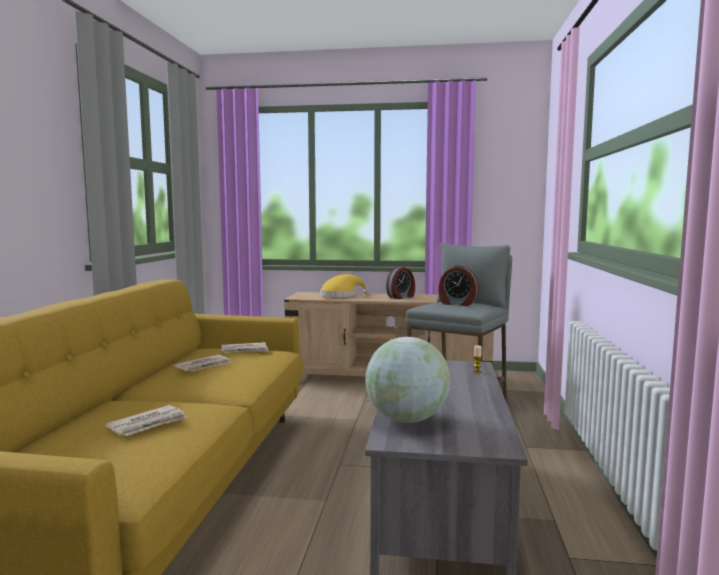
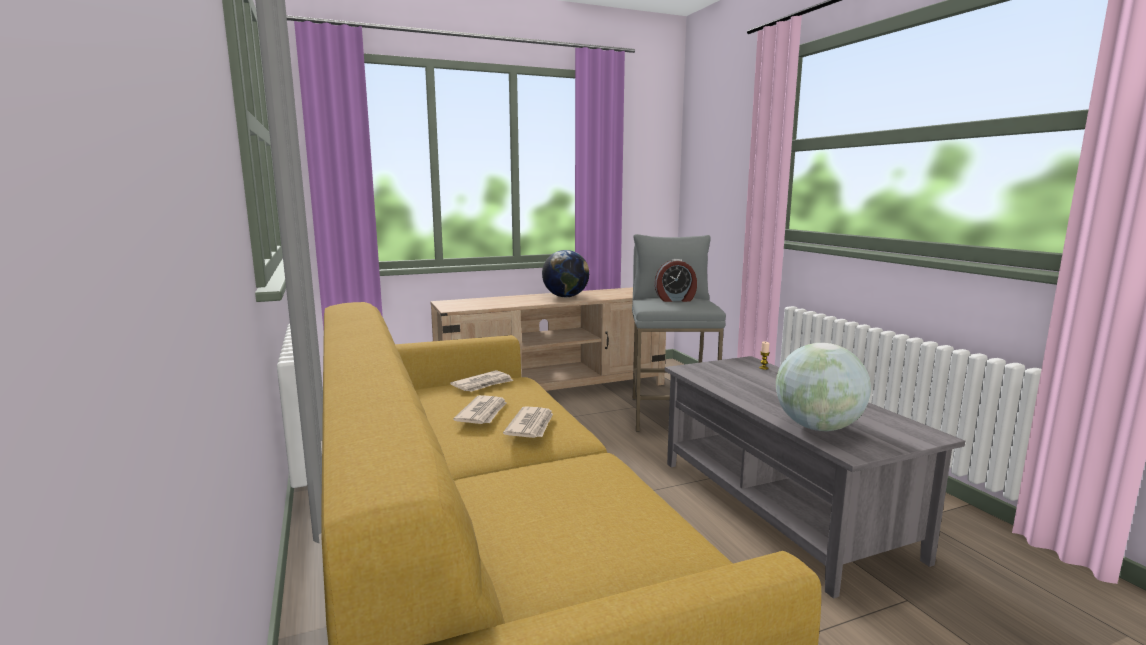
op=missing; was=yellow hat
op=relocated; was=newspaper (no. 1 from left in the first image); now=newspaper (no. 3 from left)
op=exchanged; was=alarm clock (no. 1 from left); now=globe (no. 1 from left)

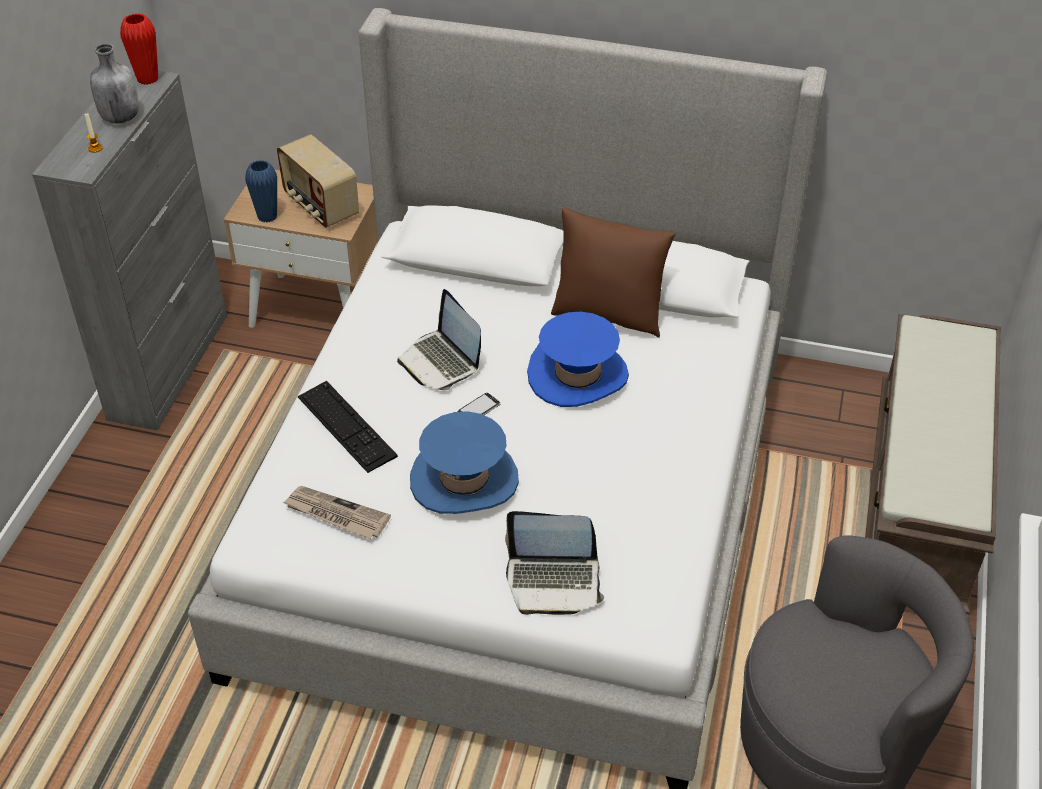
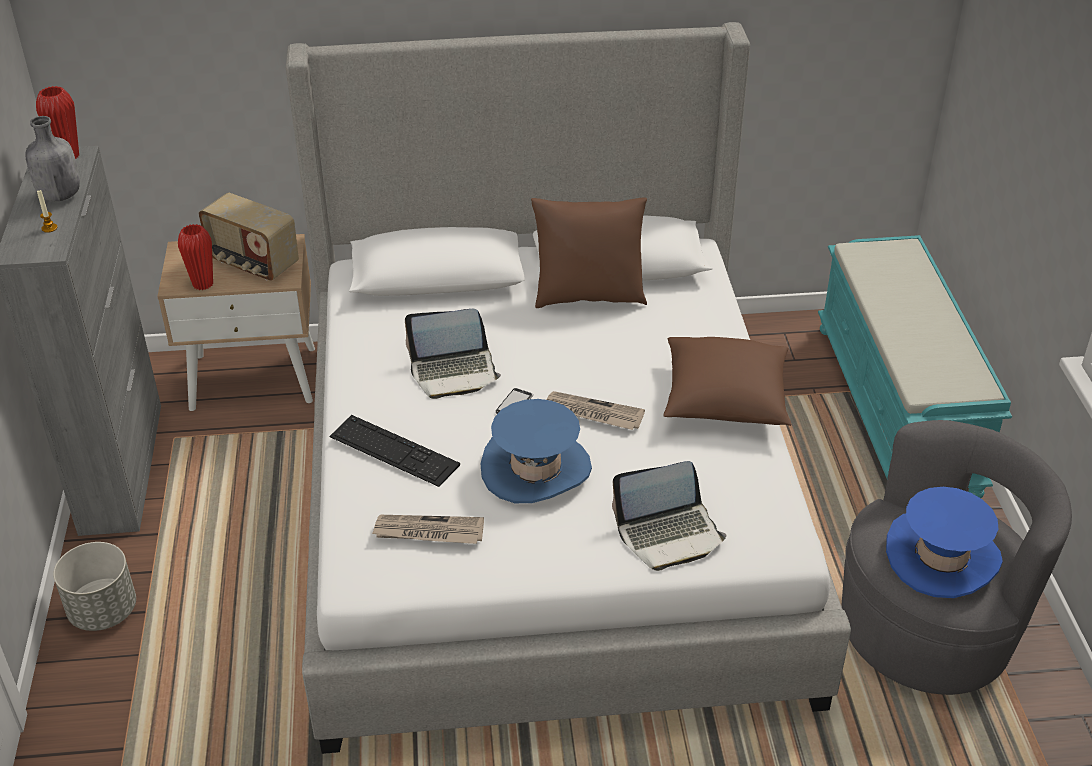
op=appeared; now=grey planter
op=appeared; now=newspaper (no. 2 from left)
op=appeared; now=brown pillow (no. 2 from left)
op=relocated; was=blue hat (no. 2 from left)
op=colour; was=blue vase; now=red vase (no. 2 from left)
op=colour; was=brown bench; now=turquoise bench
op=spun; was=laptop (no. 1 from left); clockwise=-45

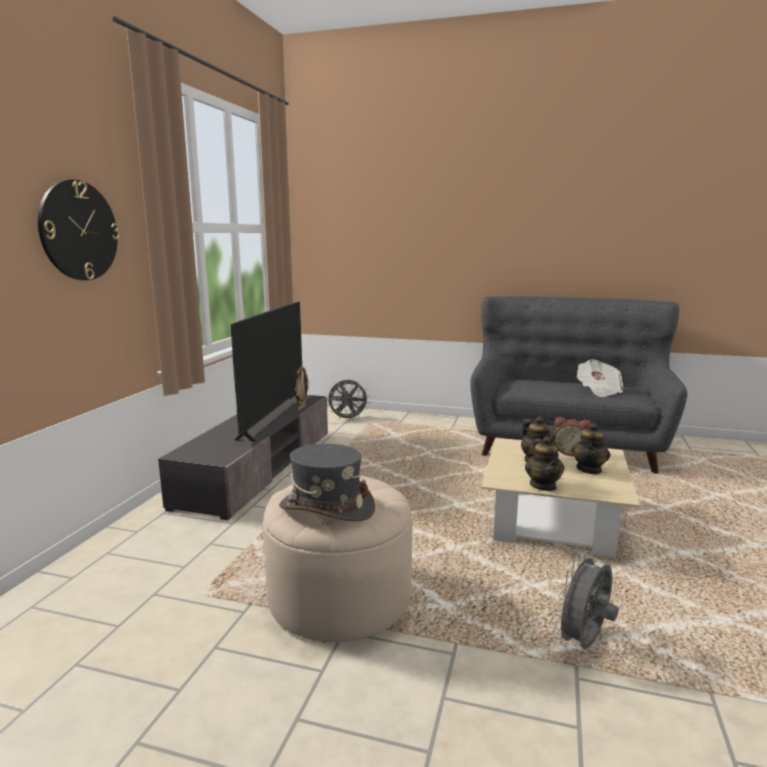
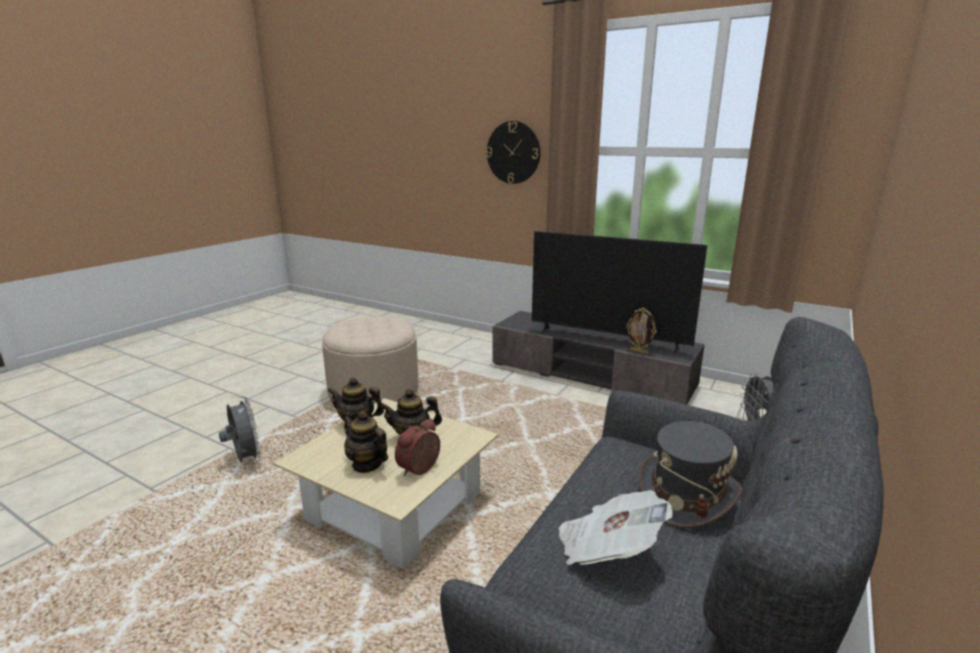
op=relocated; was=grey hat

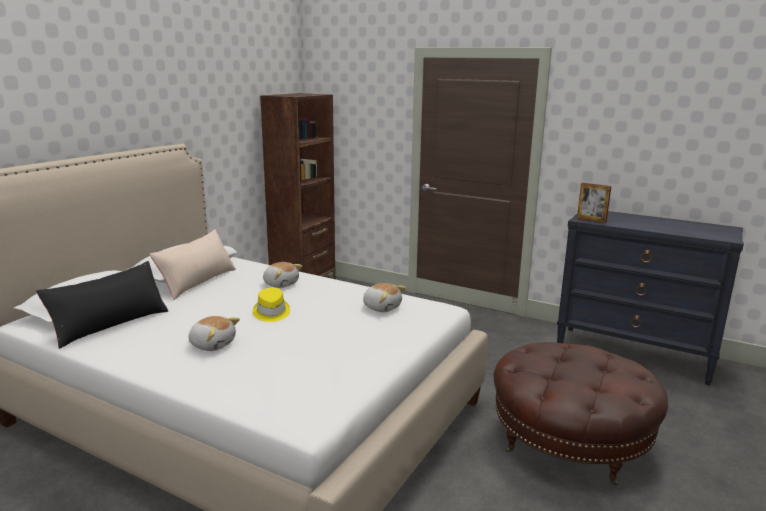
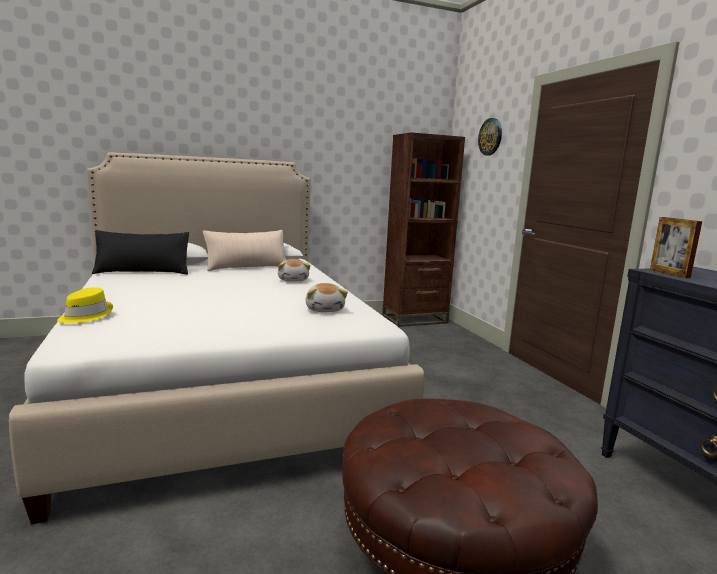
op=missing; was=plush toy (no. 1 from left)
op=appeared; now=wall clock
op=relocated; was=yellow hat

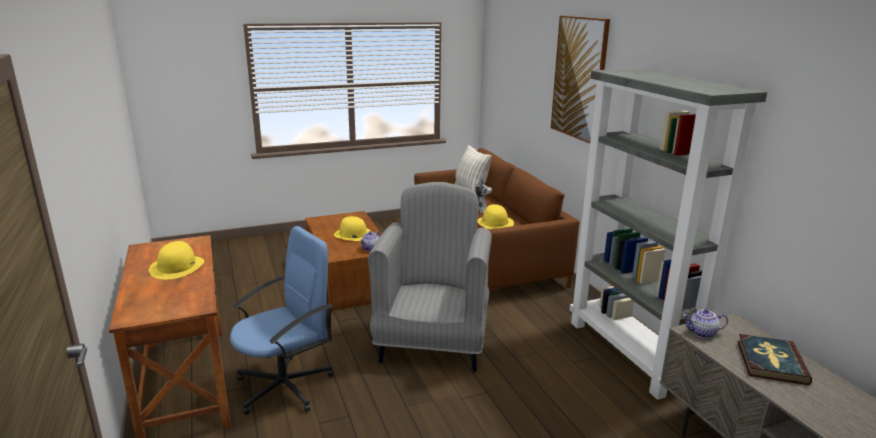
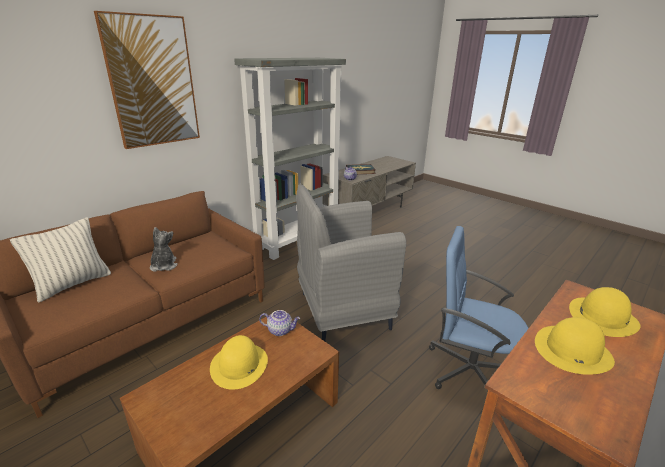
op=relocated; was=yellow hat (no. 3 from left)

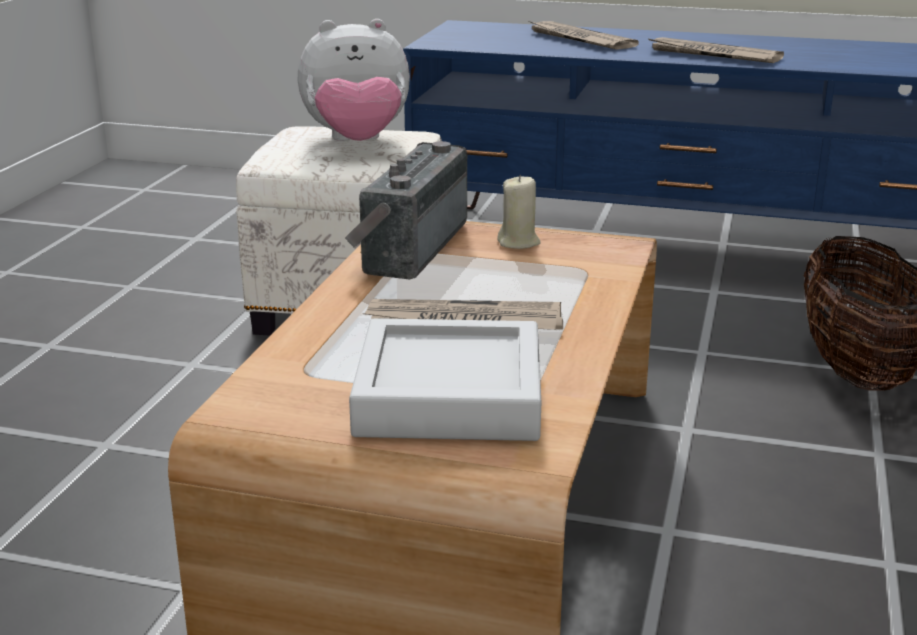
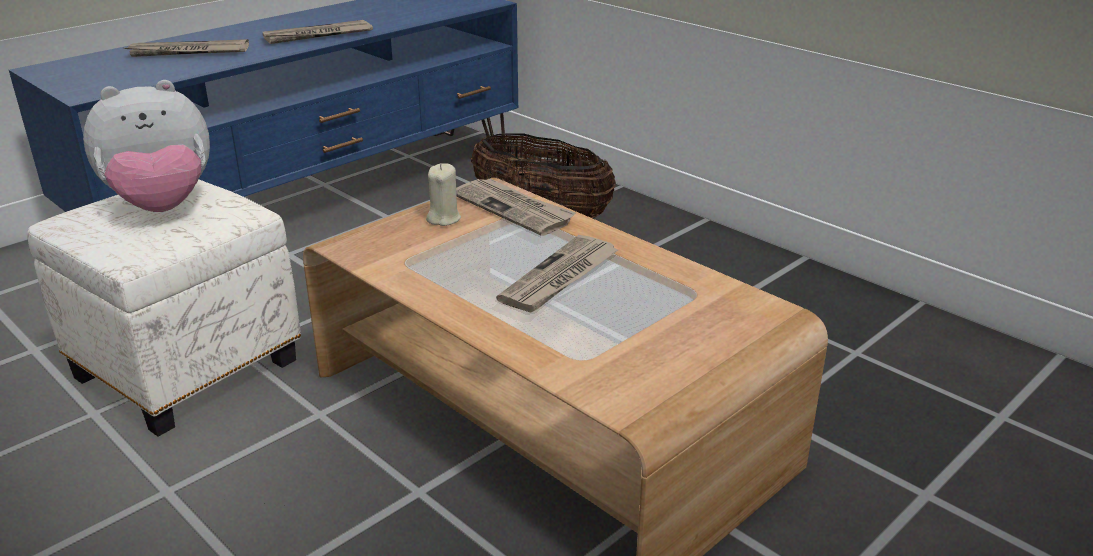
op=missing; was=radio
op=missing; was=grey tray
op=appeared; now=newspaper (no. 3 from left)
op=spun; was=plush toy; clockwise=45

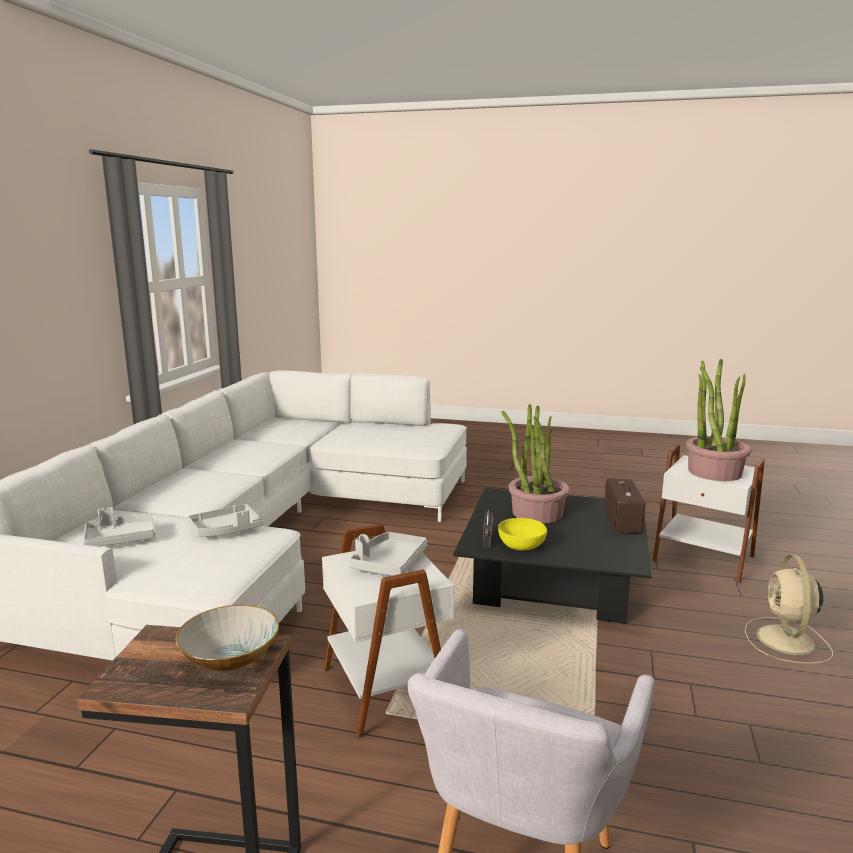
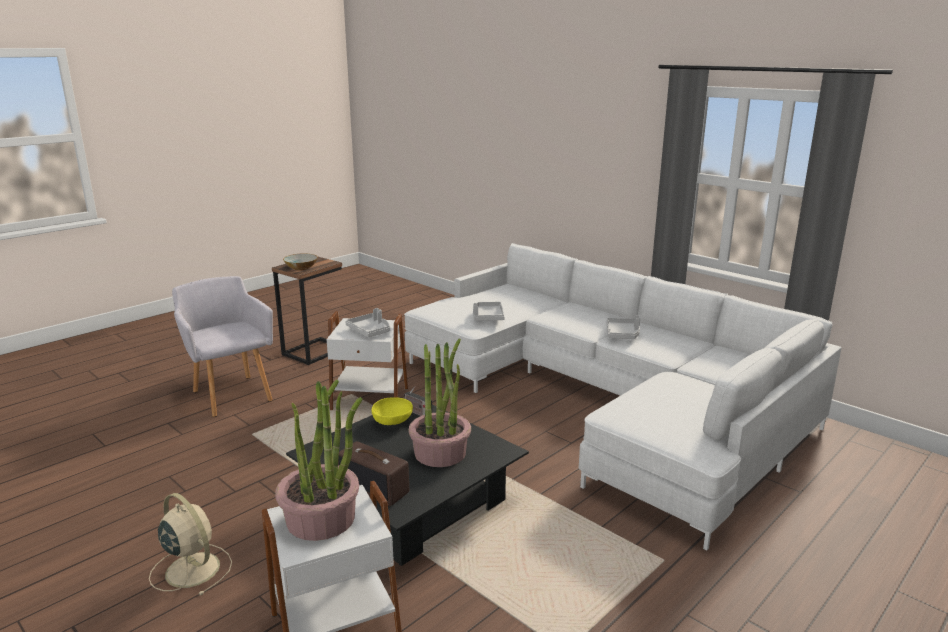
op=relocated; was=grey tray (no. 1 from left in the first image); now=grey tray (no. 3 from left)

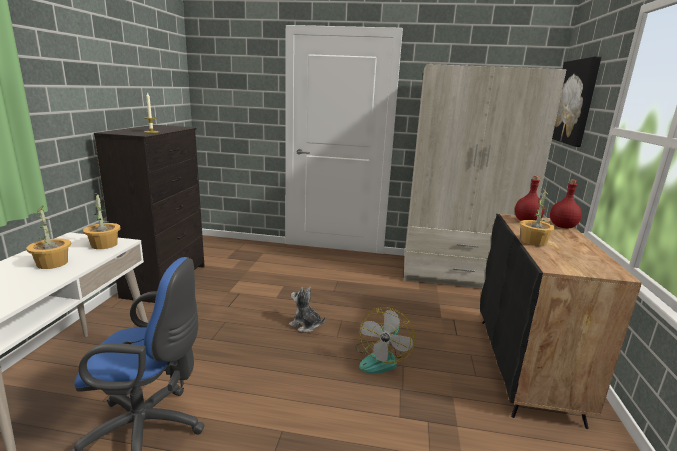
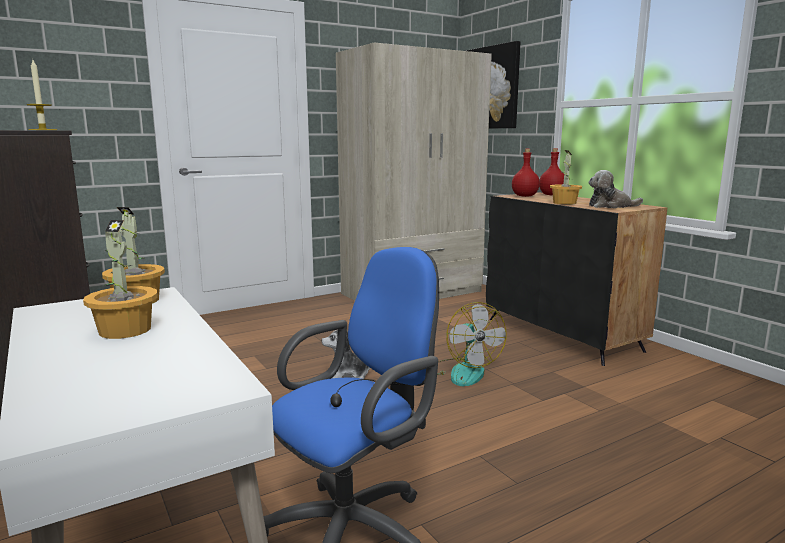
op=appeared; now=plush toy (no. 2 from left)

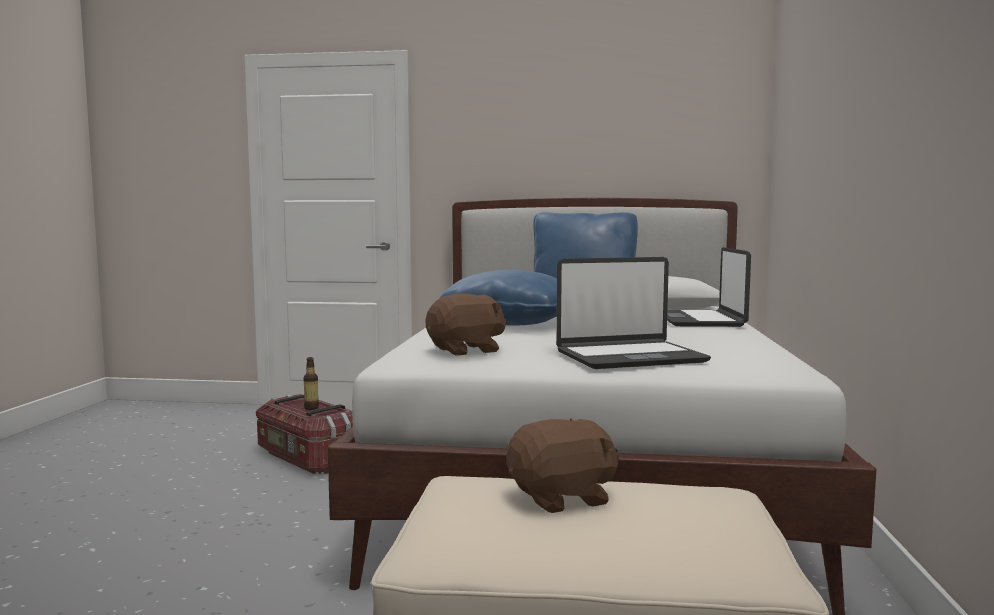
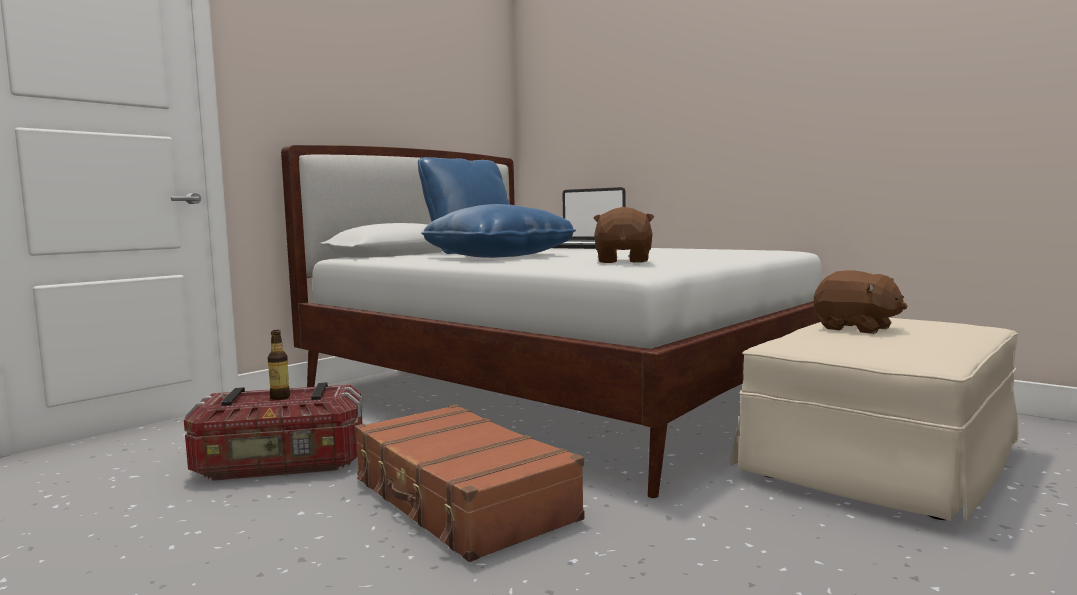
op=missing; was=laptop (no. 1 from left)
op=appeared; now=brown suitcase
op=spun; was=brown plush toy (no. 2 from left); clockwise=120

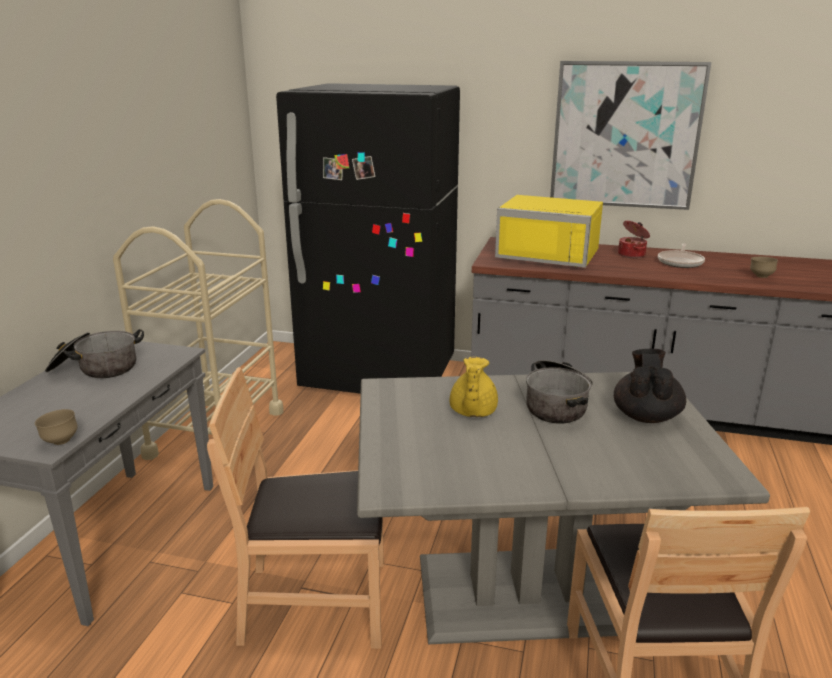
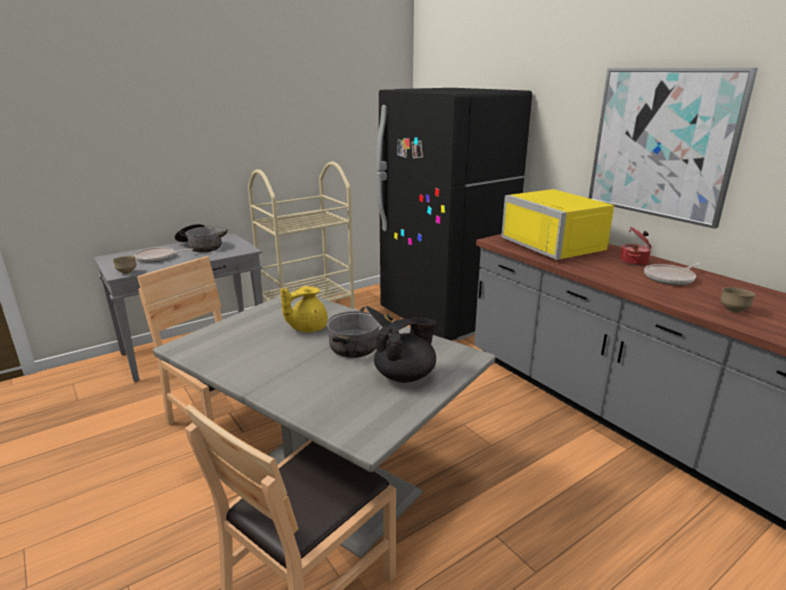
op=appeared; now=frying pan (no. 1 from left)

